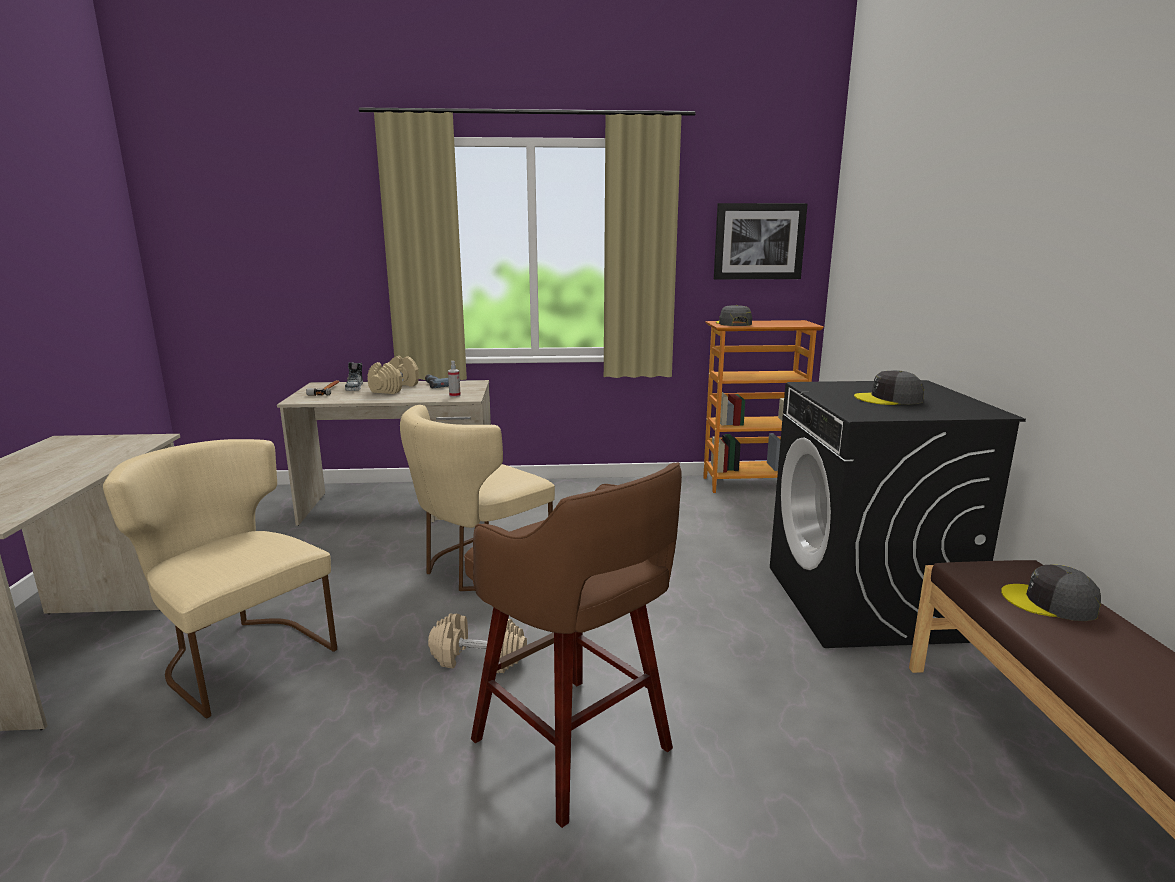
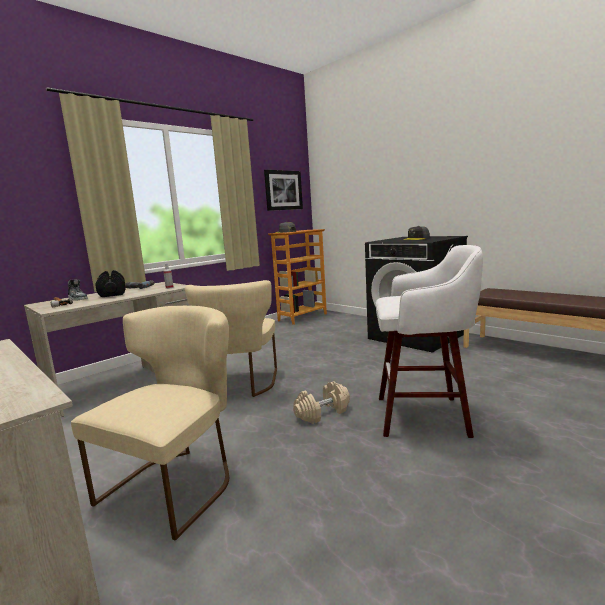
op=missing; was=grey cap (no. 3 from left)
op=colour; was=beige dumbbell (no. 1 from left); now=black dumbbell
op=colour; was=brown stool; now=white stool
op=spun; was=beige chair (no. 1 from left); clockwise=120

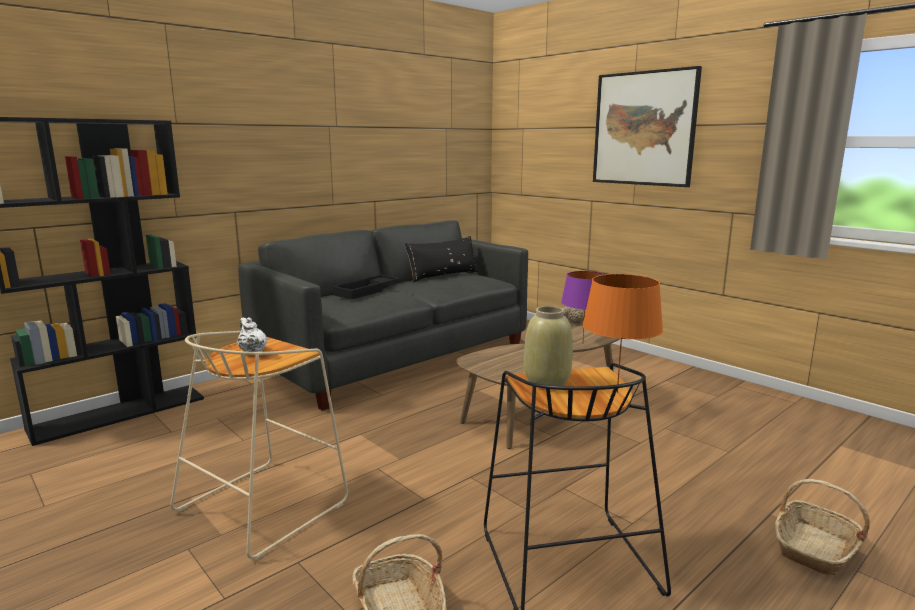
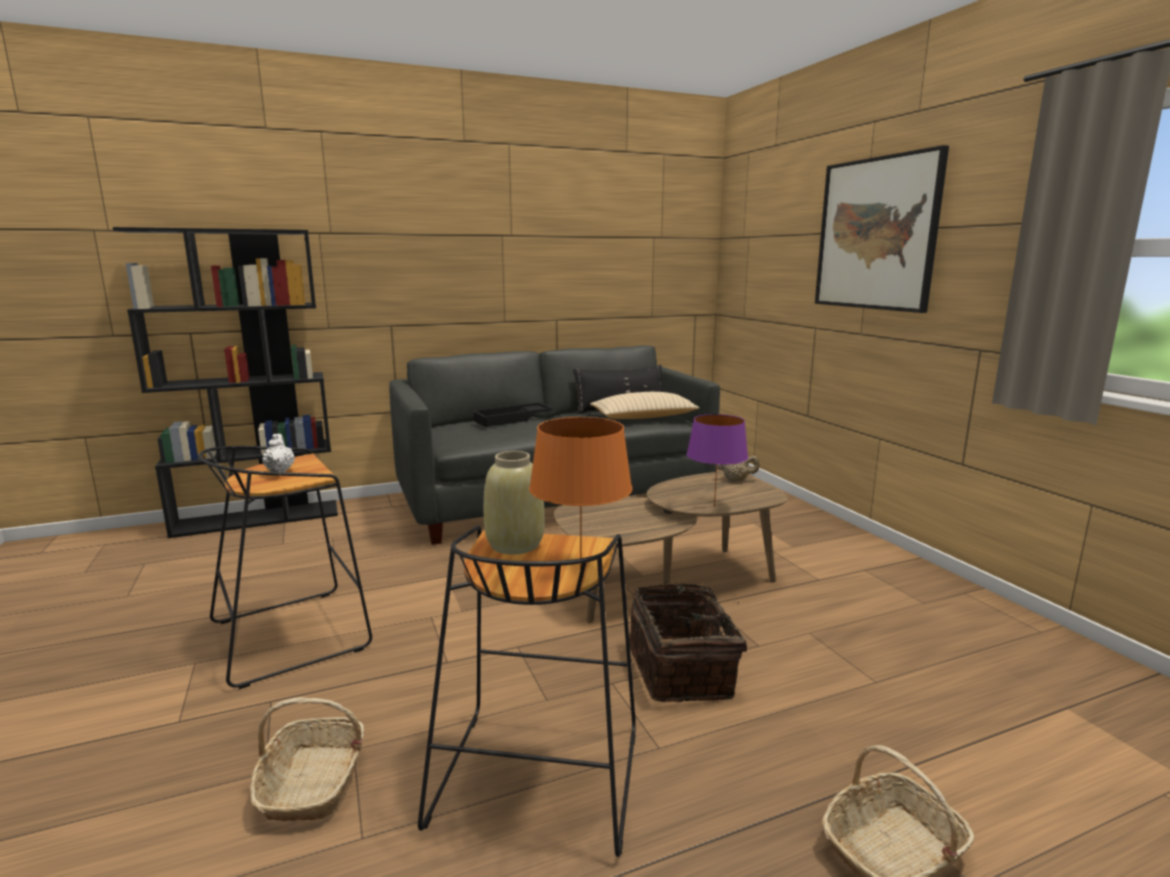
op=appeared; now=beige pillow
op=appeared; now=basket (no. 2 from left)
op=colour; was=beige stool; now=black stool (no. 1 from left)

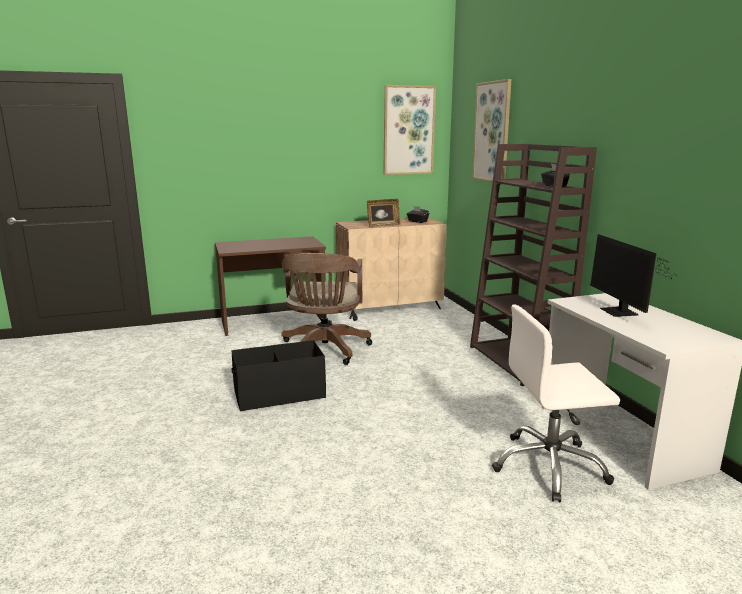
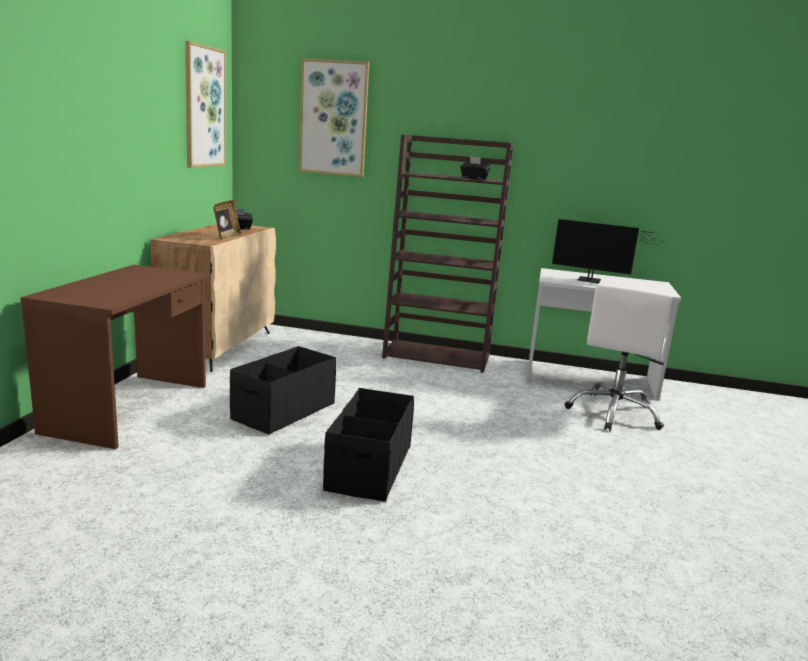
op=exchanged; was=brown office chair; now=black storage box (no. 1 from left)

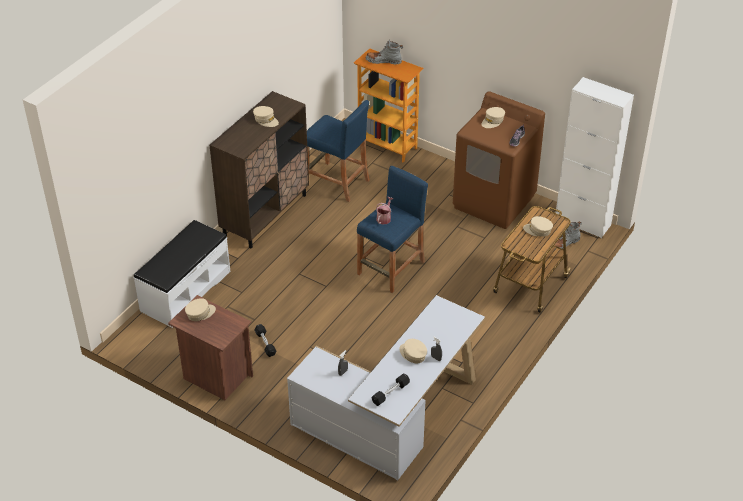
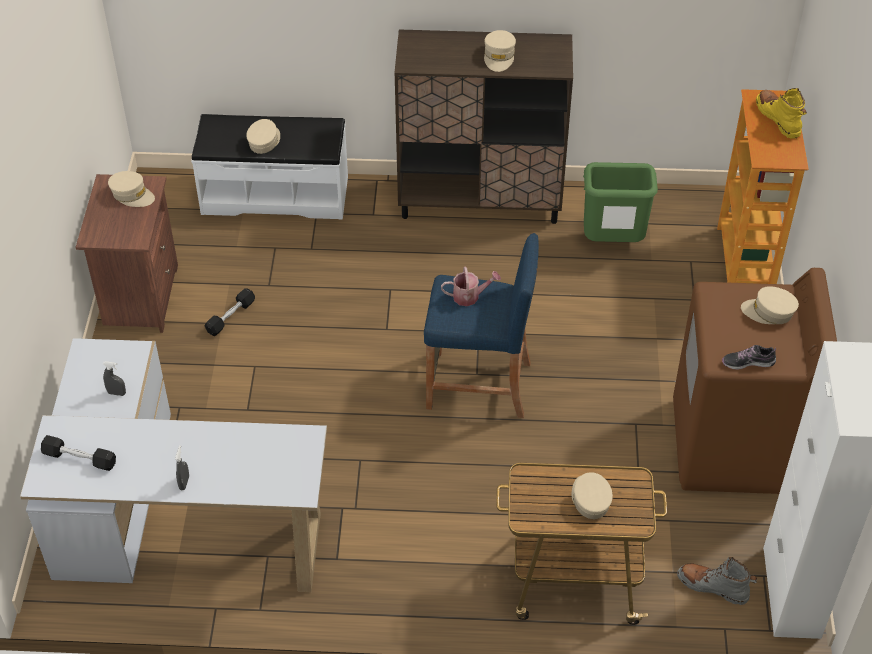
op=relocated; was=beige cap (no. 3 from left in the first image); now=beige cap (no. 2 from left)
op=exchanged; was=blue stool (no. 1 from left); now=green trash can
op=colour; was=grey boot (no. 1 from left); now=yellow boot

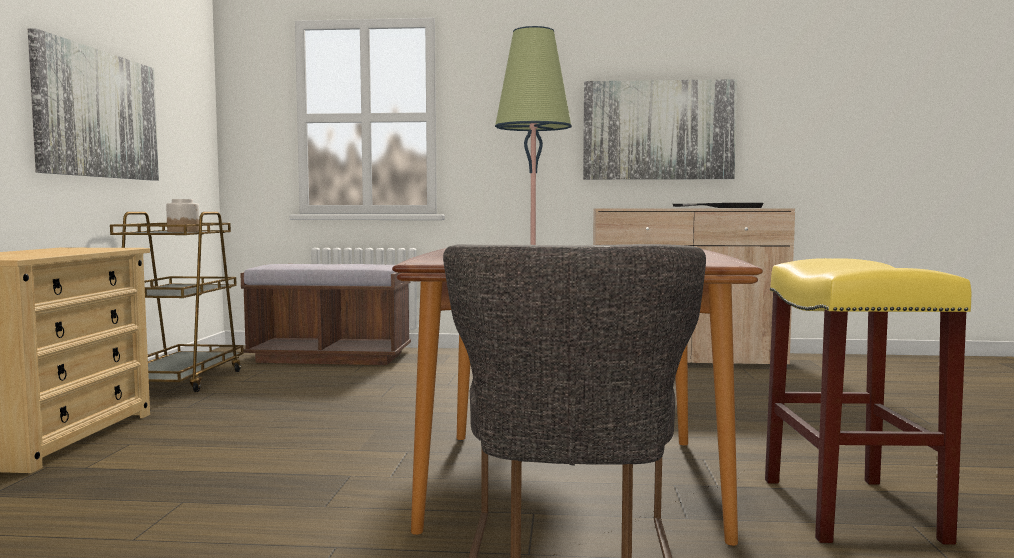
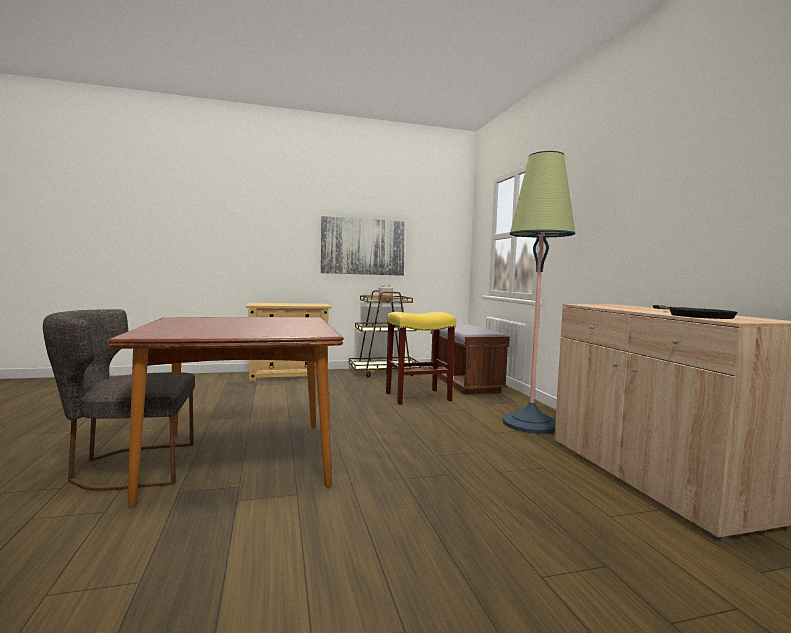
op=missing; was=picture (no. 2 from left)
op=relocated; was=yellow stool

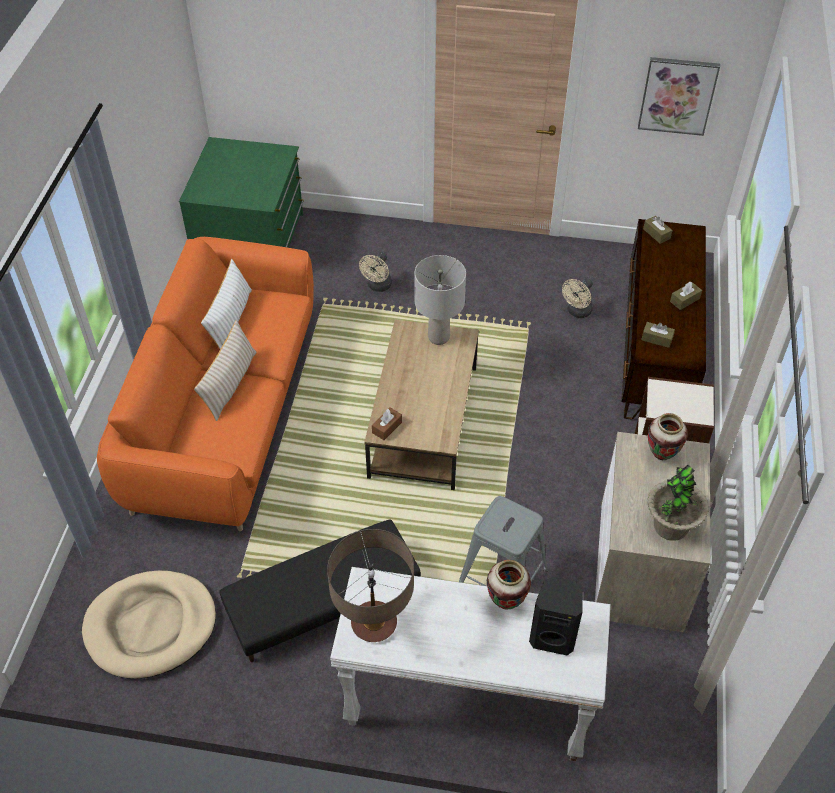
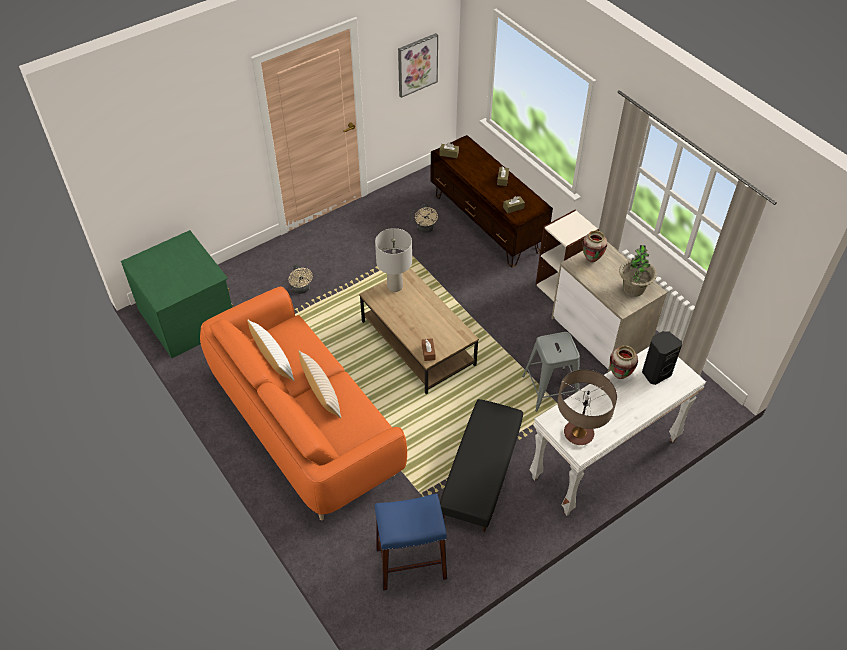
op=exchanged; was=beige dog bed; now=blue stool

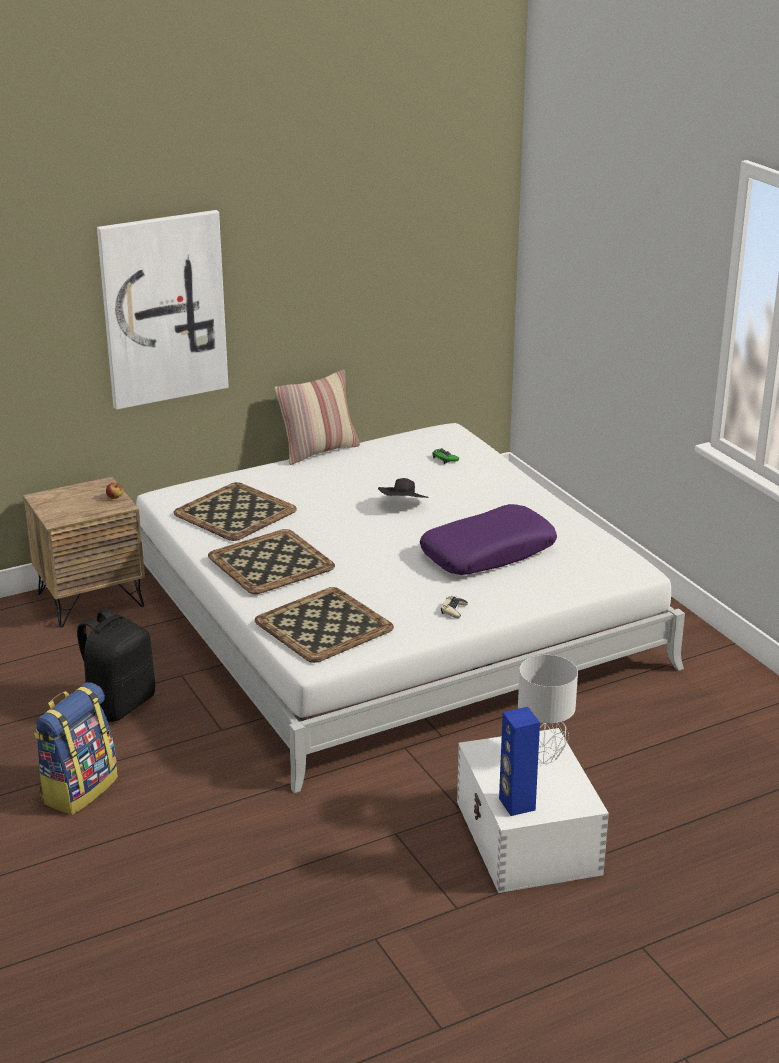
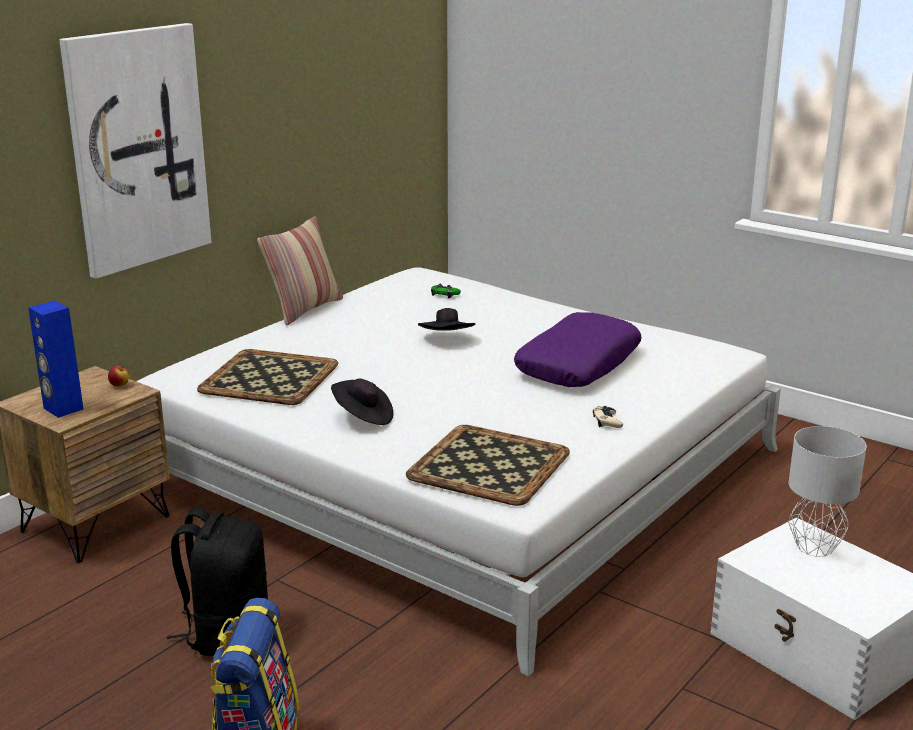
op=relocated; was=blue speaker
op=exchanged; was=tray (no. 2 from left); now=black hat (no. 1 from left)

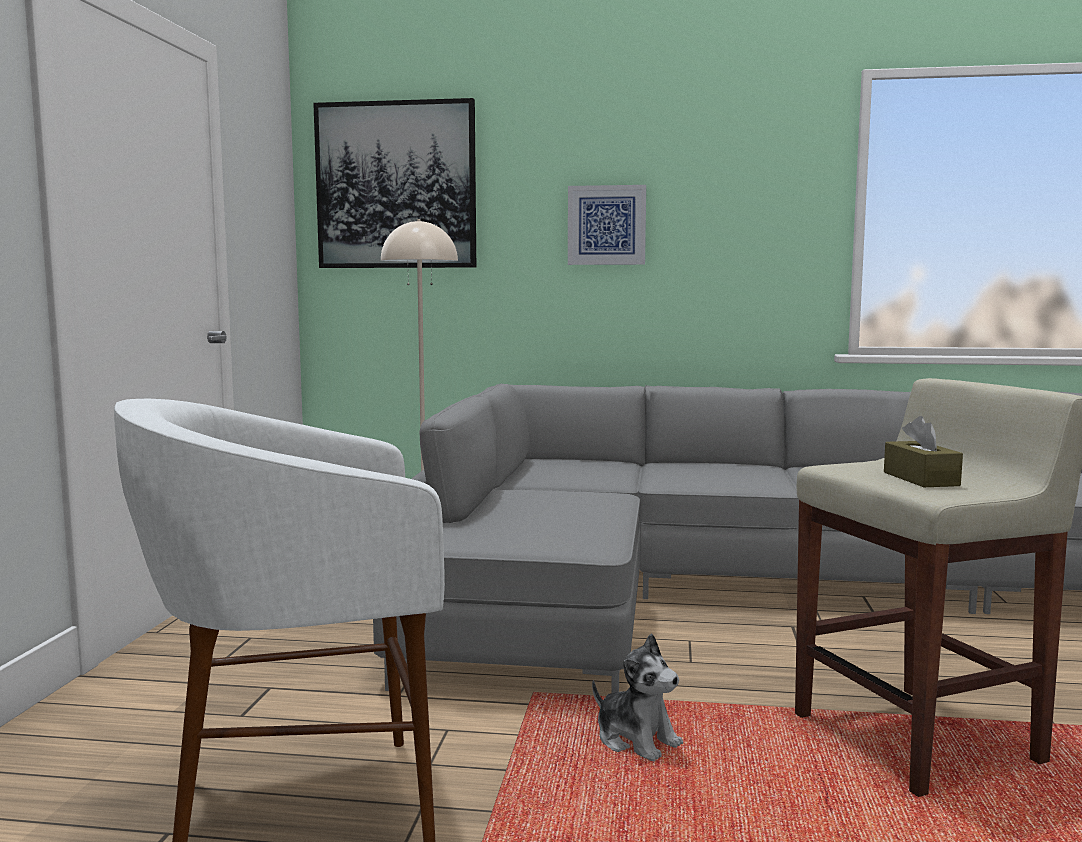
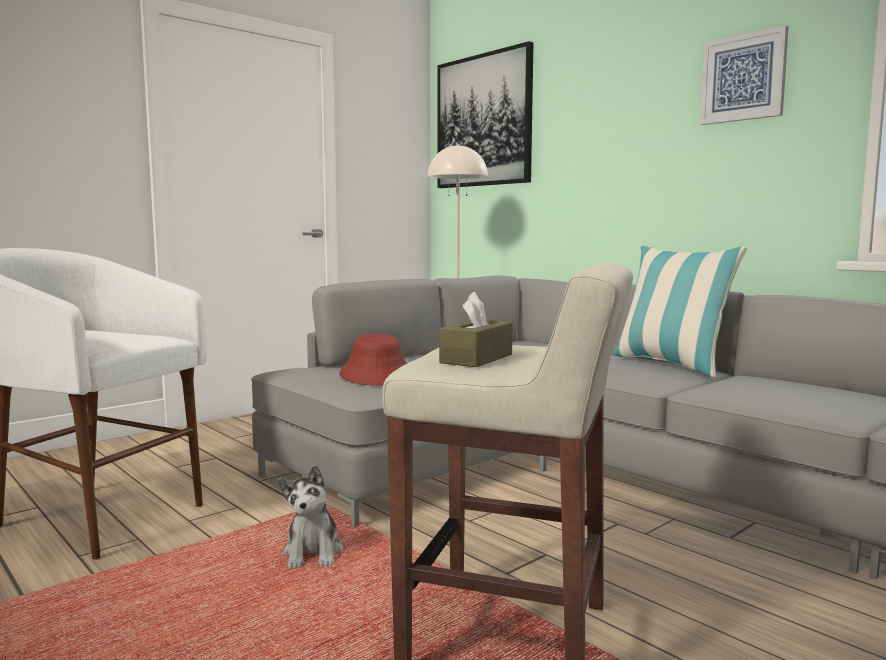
op=appeared; now=red hat
op=appeared; now=pillow
op=relocated; was=picture (no. 2 from left)

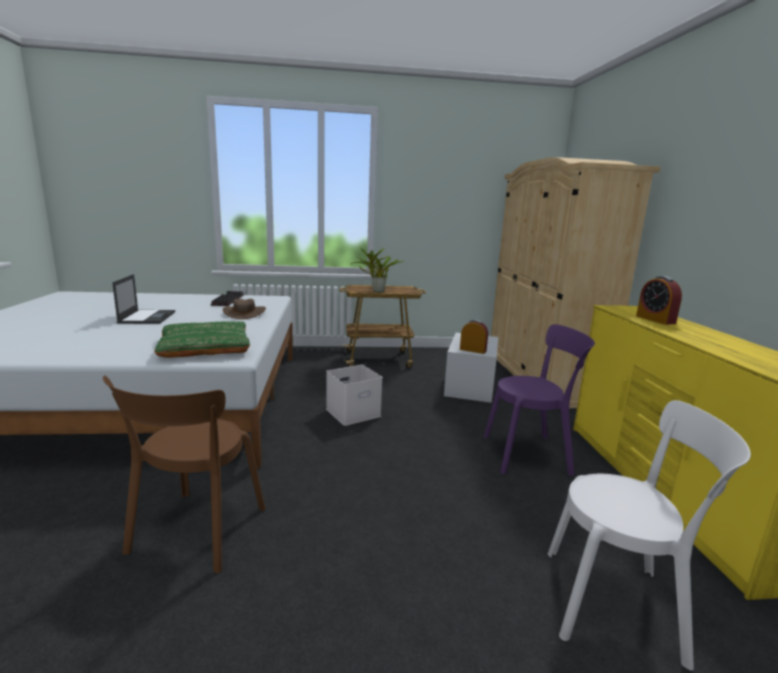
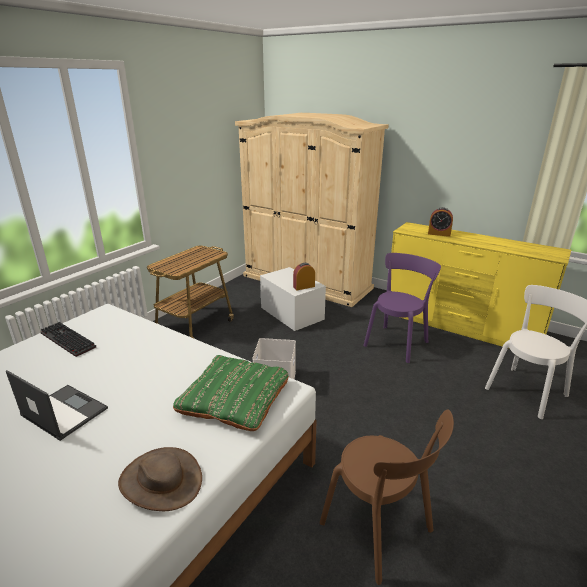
op=missing; was=potted plant
op=relocated; was=brown hat

